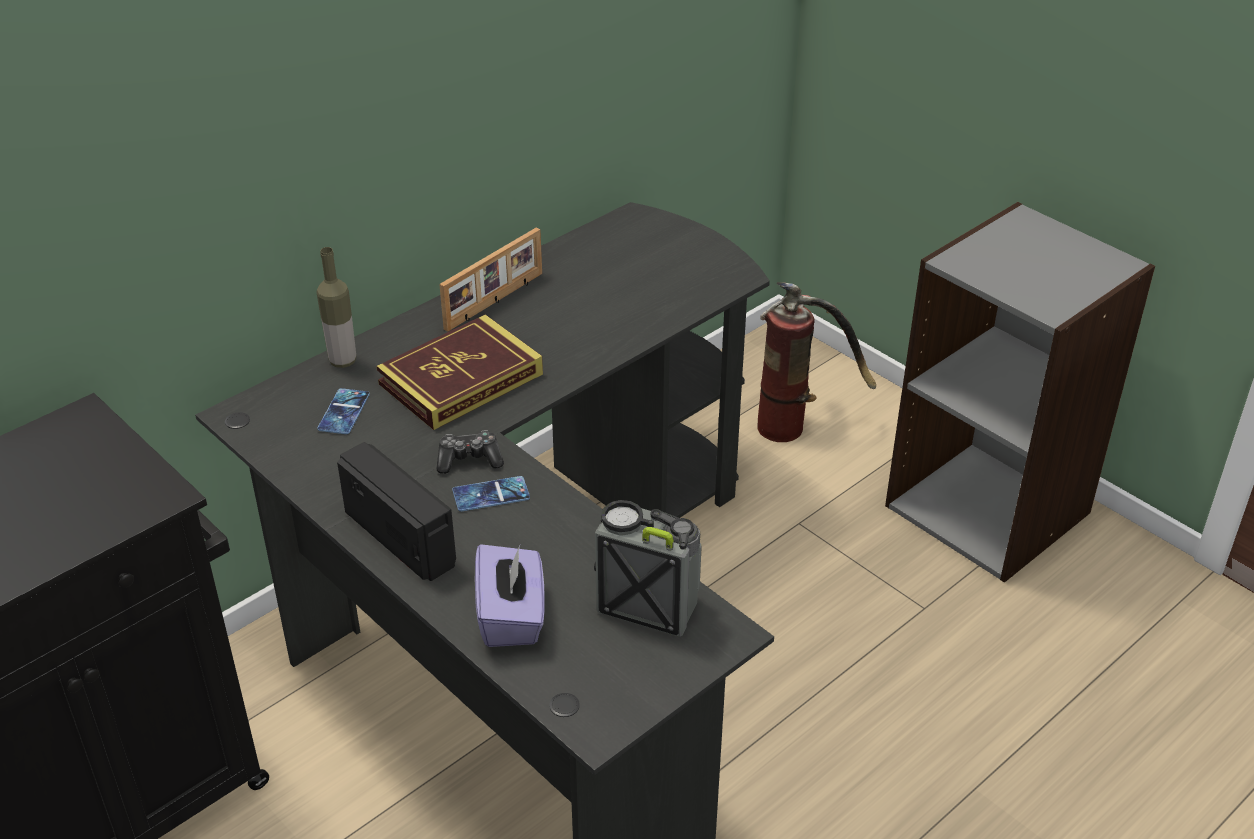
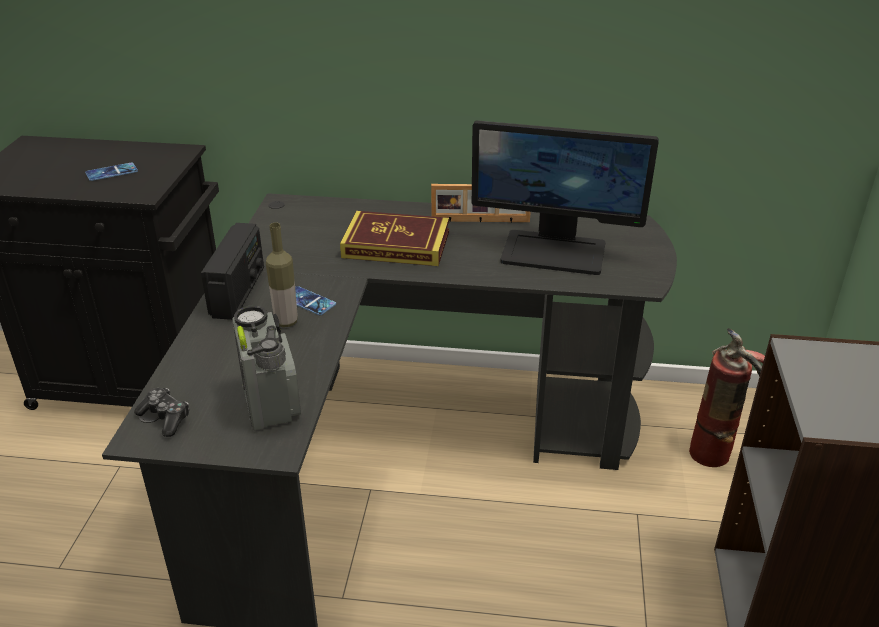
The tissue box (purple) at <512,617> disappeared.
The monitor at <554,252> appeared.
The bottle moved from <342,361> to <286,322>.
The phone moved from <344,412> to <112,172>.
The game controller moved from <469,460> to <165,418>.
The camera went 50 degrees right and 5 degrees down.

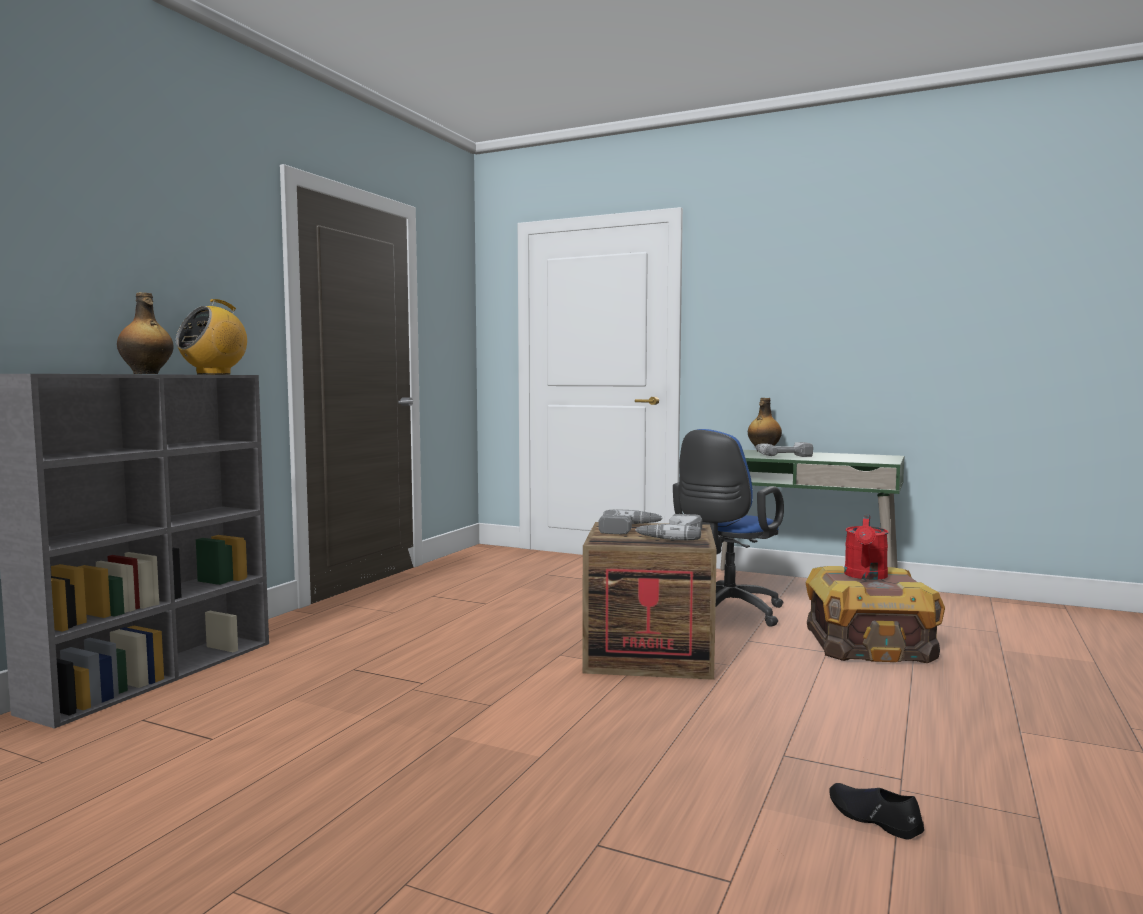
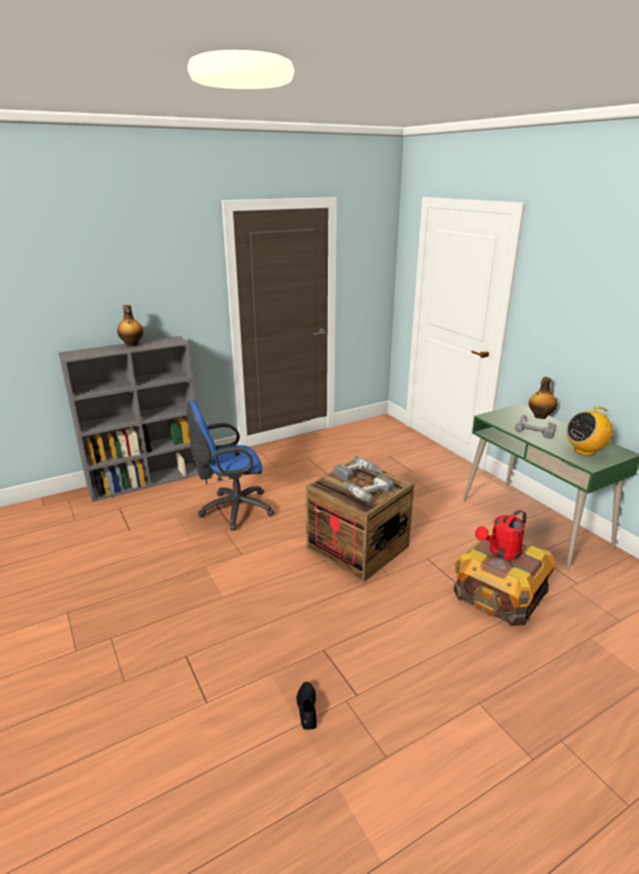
The radio moved from <214,374> to <584,451>.
The office chair (blue) moved from <725,613> to <233,510>.
The camera went 35 degrees right and 20 degrees up.

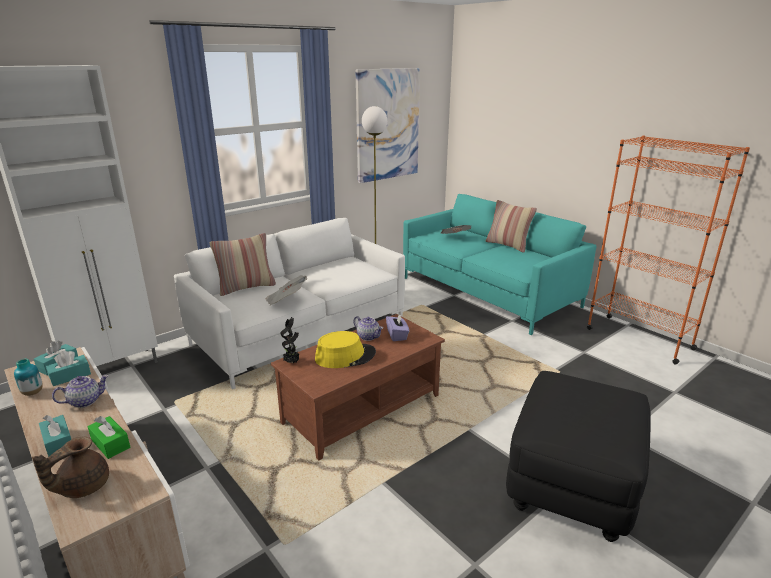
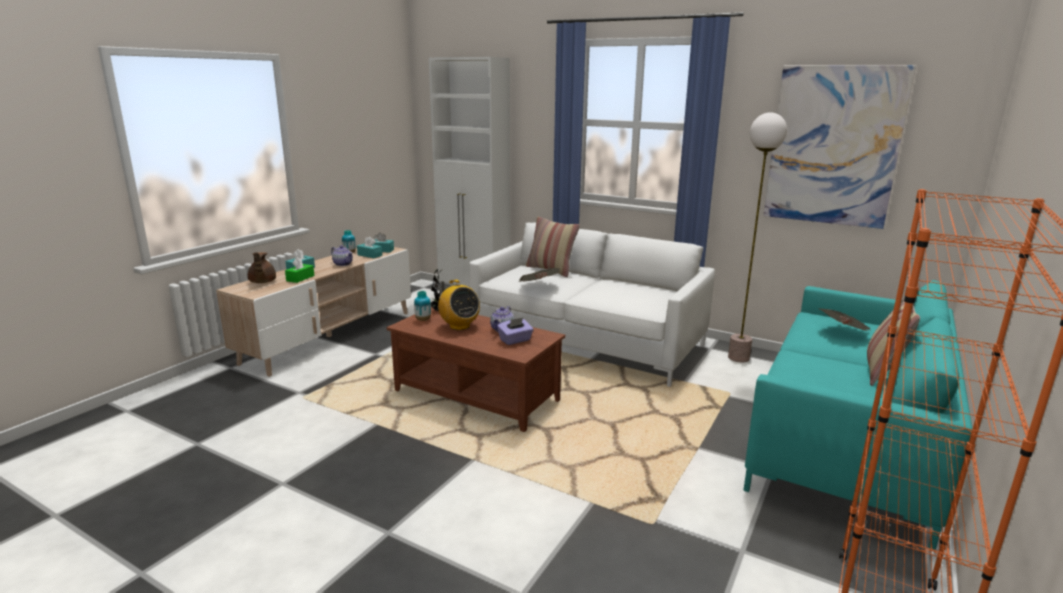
The ottoman (black) at <572,484> disappeared.
The vase at <423,320> appeared.
The hat (yellow) at <345,356> was replaced by the radio at <459,326>.
The teapot (brown) at <82,486> turned 120 degrees counterclockwise.
The camera went 70 degrees right and 5 degrees down.

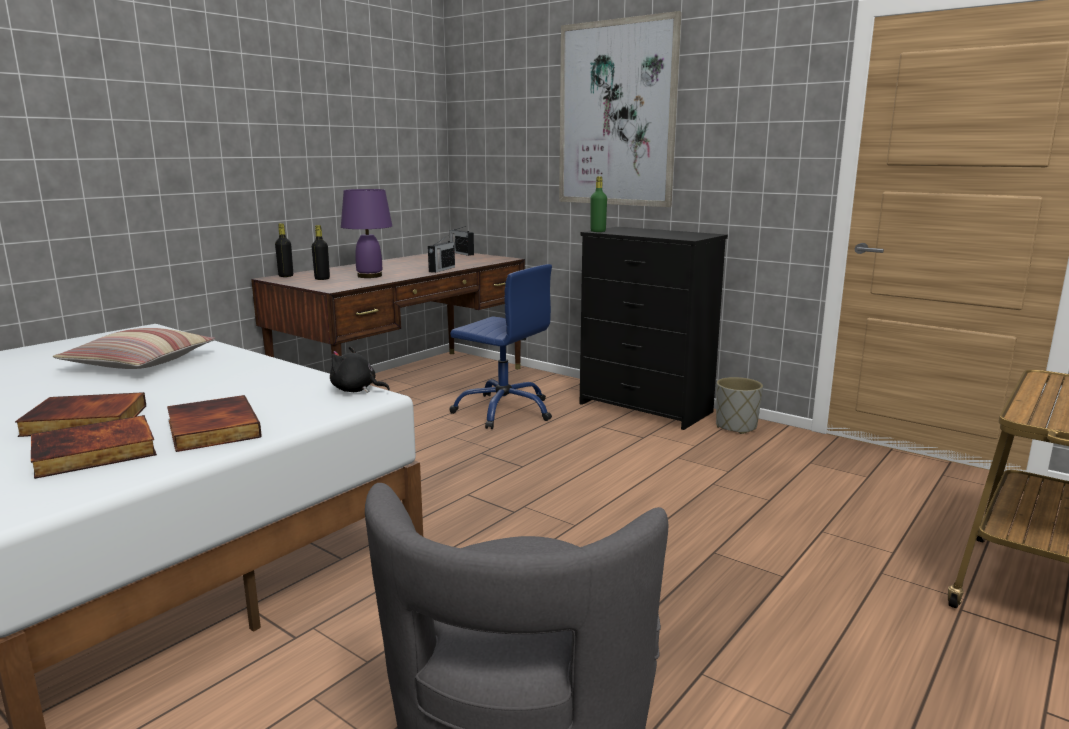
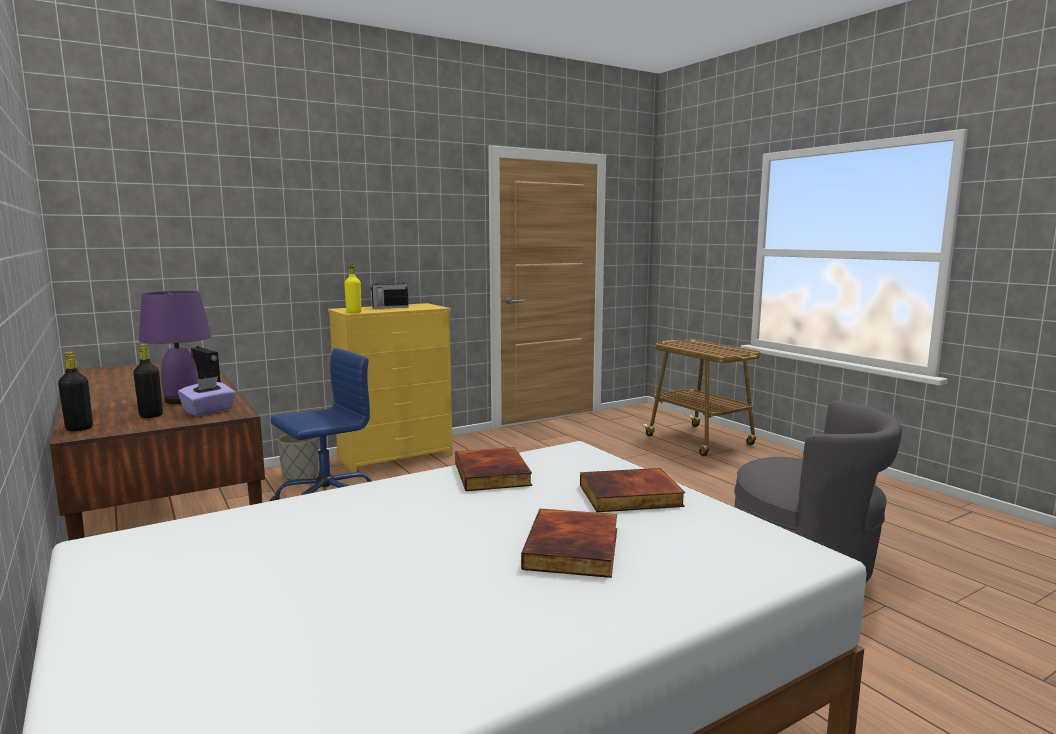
The pillow at <140,363> disappeared.
The plush toy (black) at <356,390> disappeared.
The picture at <616,114> disappeared.
The tissue box (purple) at <209,411> appeared.
The book moved from <94,453> to <494,474>.
The radio moved from <461,253> to <389,307>.
The planter (grey) moved from <736,427> to <300,475>.
The dresser (black) at <646,408> became the dresser (yellow) at <396,457>.
The bottle (green) at <598,231> became the bottle (yellow) at <354,312>.
The camera went 70 degrees left and 5 degrees down.

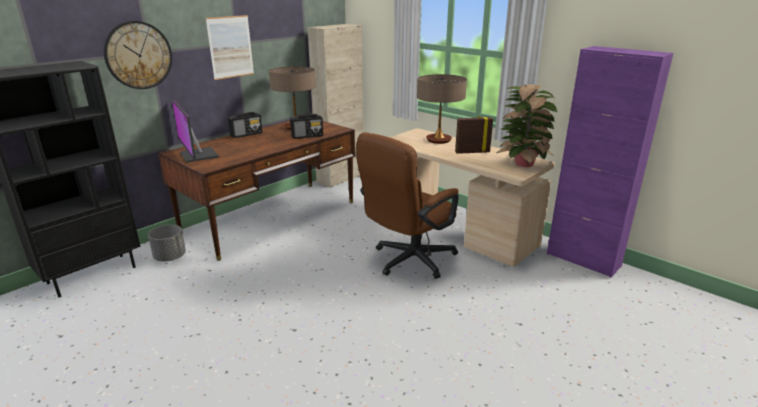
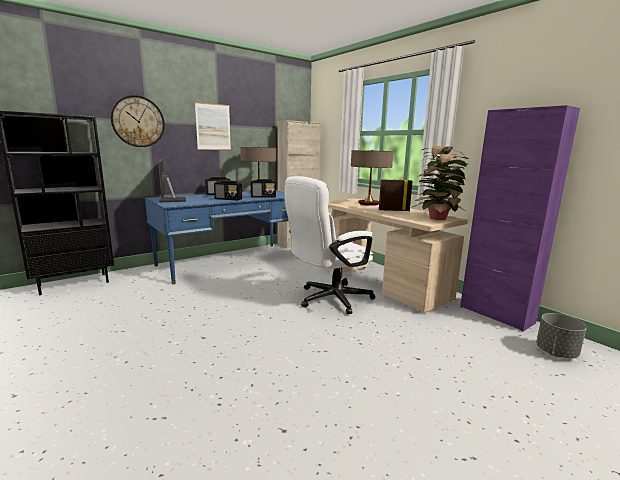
The radio at <228,199> appeared.
The planter (grey) moved from <170,257> to <556,352>.
The desk (brown) at <271,217> became the desk (blue) at <230,261>.
The office chair (brown) at <408,261> became the office chair (white) at <328,300>.
The camera went 10 degrees right and 10 degrees down.

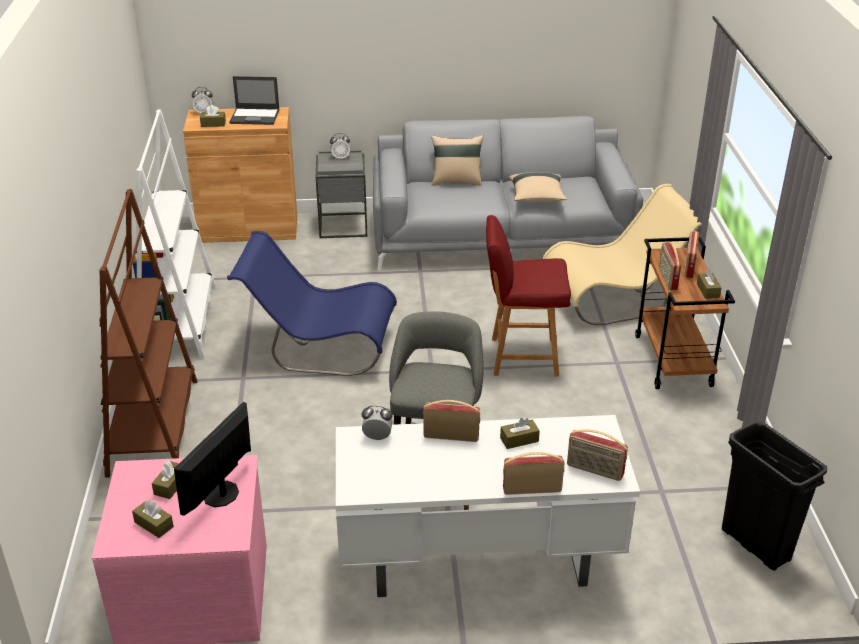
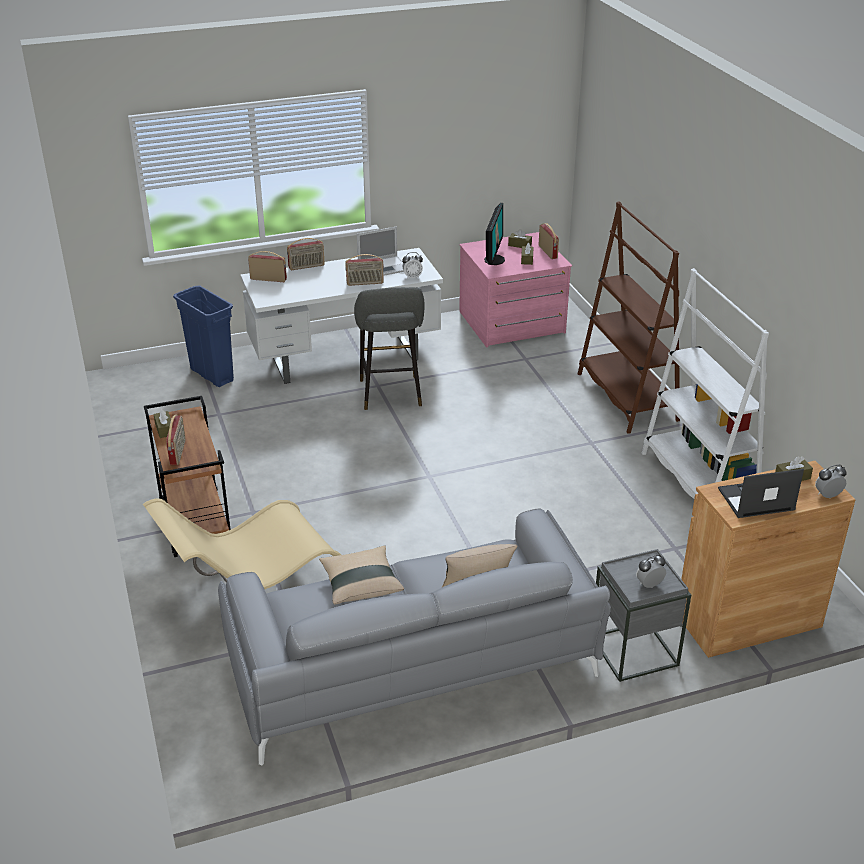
The chair (blue) at <319,347> disappeared.
The chair (red) at <522,356> disappeared.
The tissue box (brown) at <519,440> disappeared.
The trash can (black) at <755,544> disappeared.
The trash can (blue) at <212,375> appeared.
The laptop at <384,267> appeared.
The radio moved from <667,279> to <548,252>.
The camera went 165 degrees right and 0 degrees up.

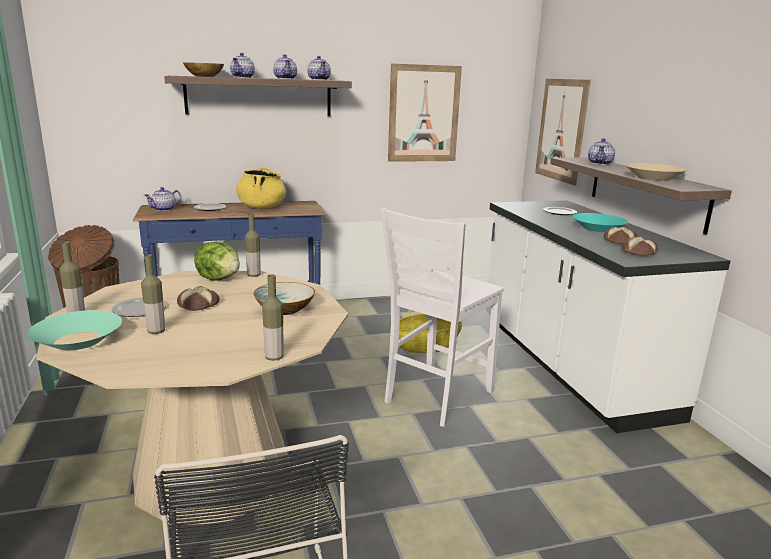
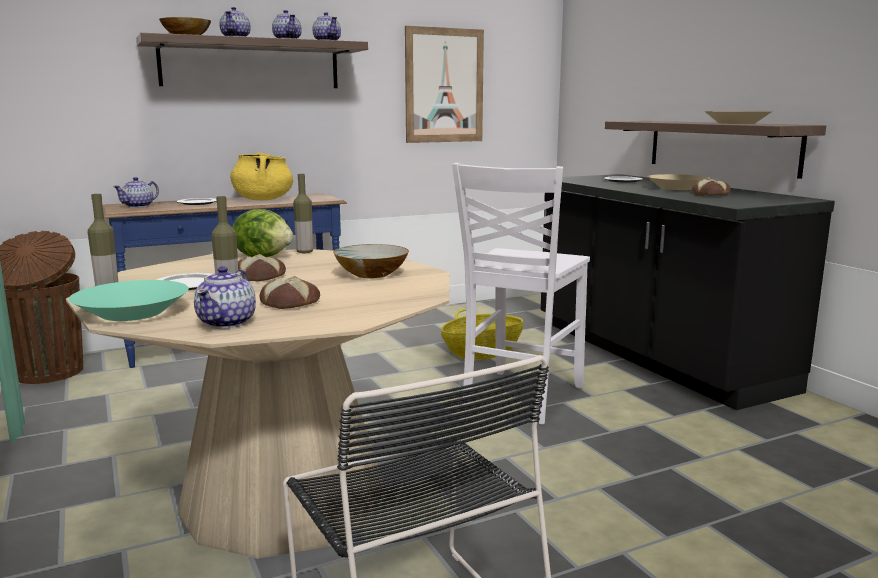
The bottle at <274,357> disappeared.
The picture at <561,130> disappeared.
The teapot moved from <600,163> to <227,322>.
The bread moved from <639,252> to <290,303>.
The counter (white) at <569,366> became the counter (black) at <653,356>.
The bowl (turquoise) at <598,228> became the bowl (beige) at <677,188>.
The camera went 10 degrees left and 5 degrees down.

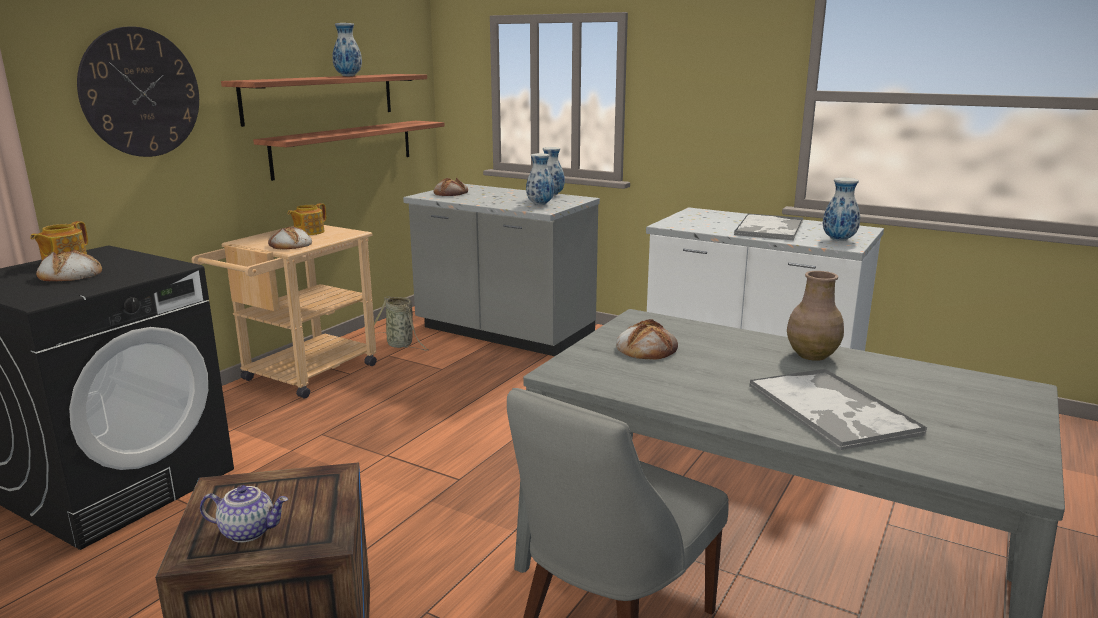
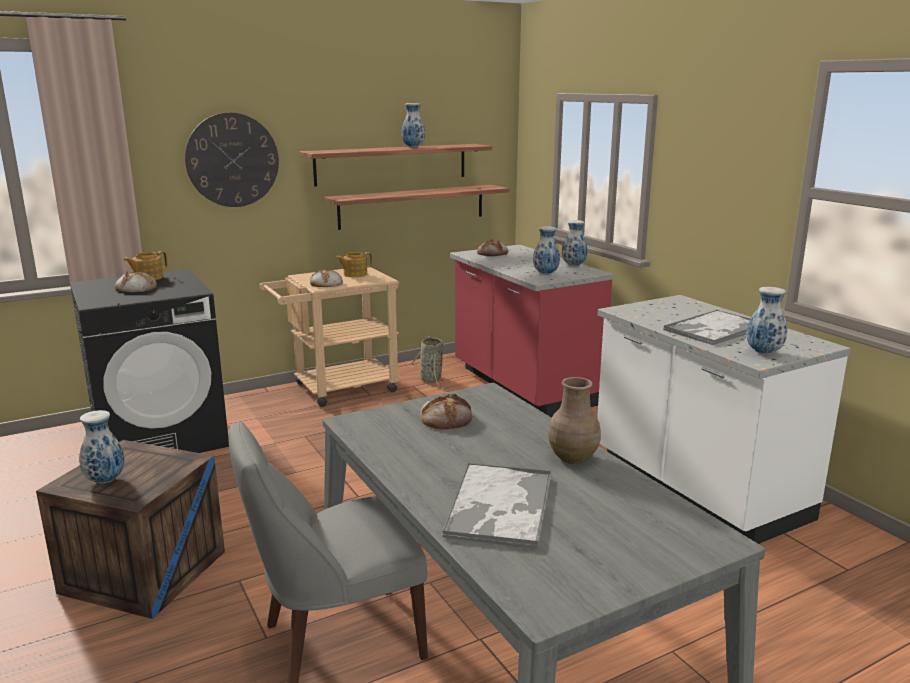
The teapot at <249,531> was replaced by the vase at <105,480>.
The counter (grey) at <503,333> became the counter (red) at <523,386>.
The camera went 30 degrees right and 0 degrees up.

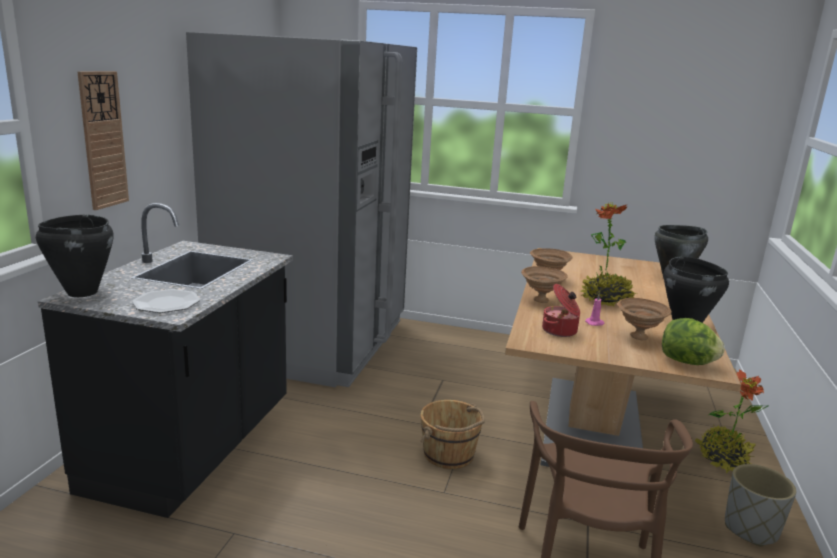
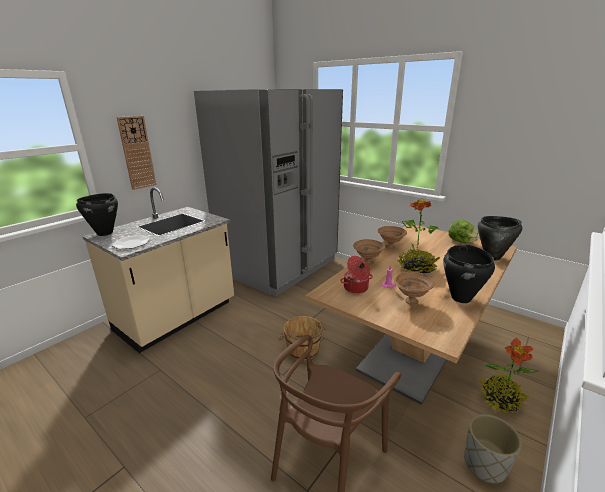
The lettuce moved from <687,362> to <461,242>.
The counter (black) at <193,448> became the counter (beige) at <177,317>.
The camera went 25 degrees right and 5 degrees up.

